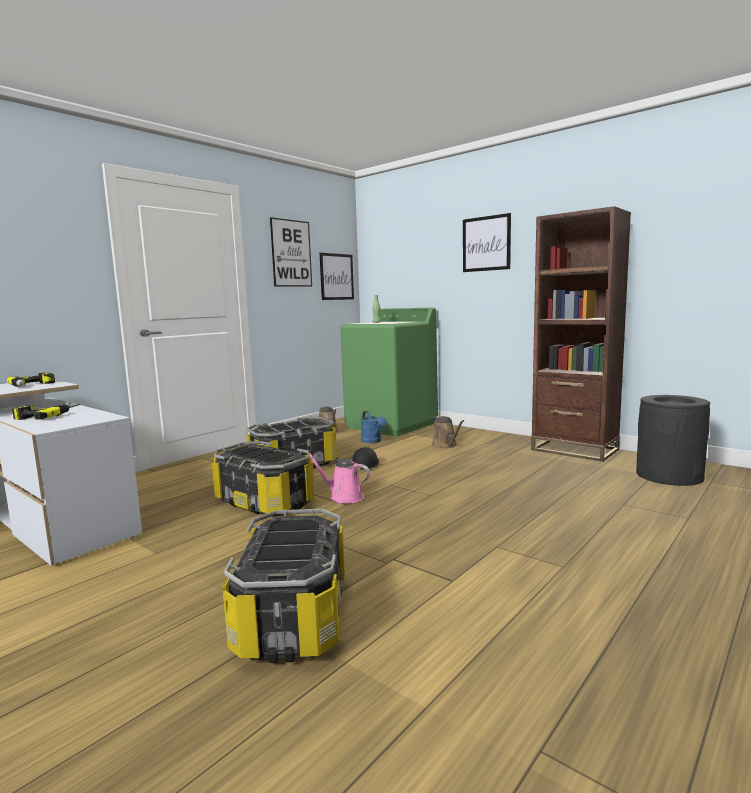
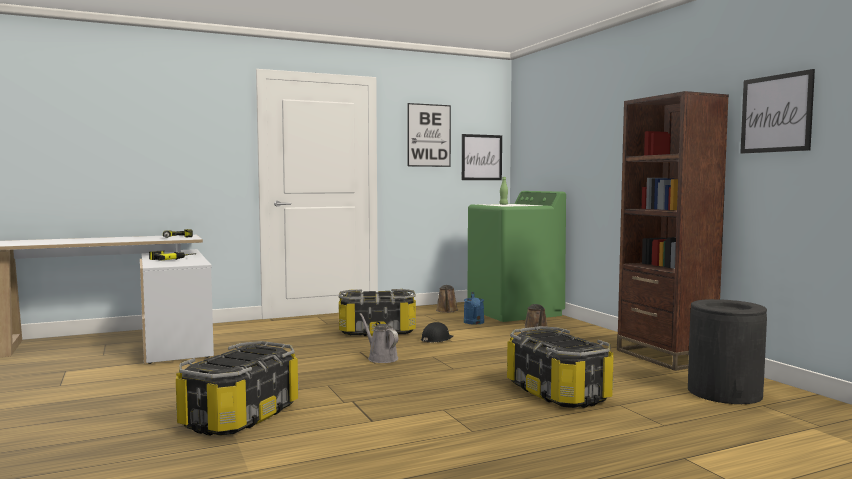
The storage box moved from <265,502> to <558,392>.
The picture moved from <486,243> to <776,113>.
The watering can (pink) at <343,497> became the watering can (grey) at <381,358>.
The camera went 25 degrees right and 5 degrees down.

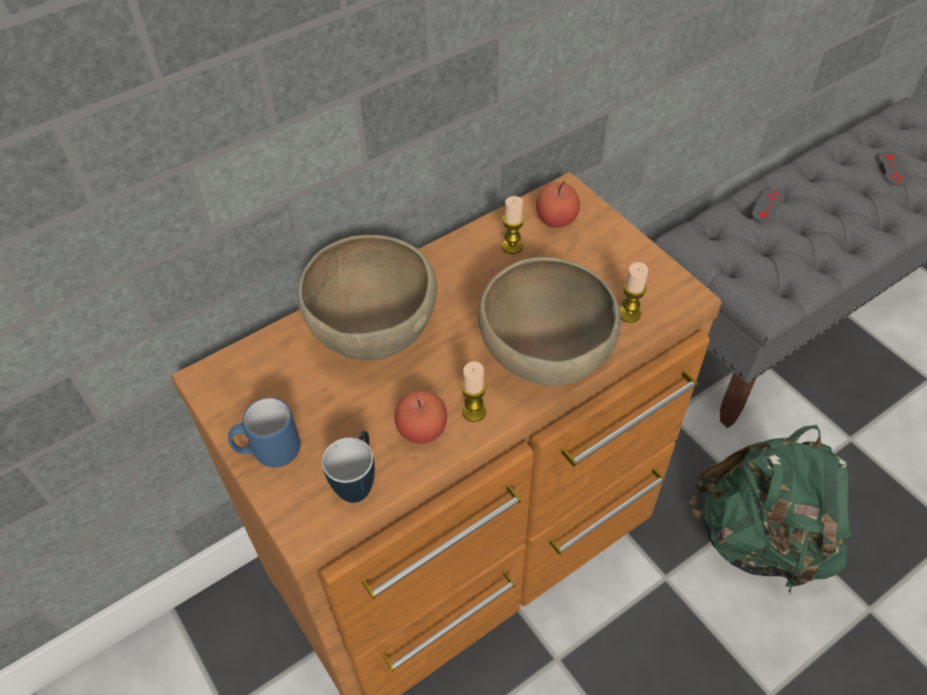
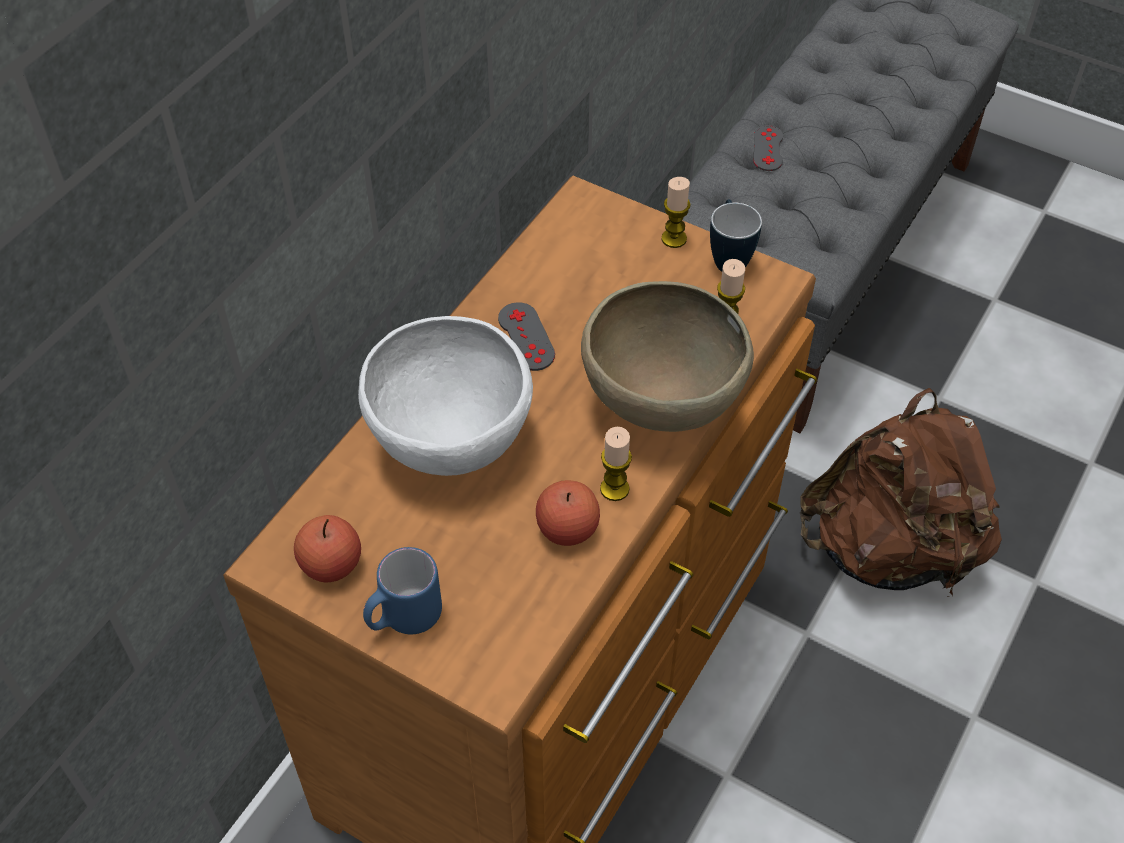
The mug moved from <358,482> to <728,258>.
The candle moved from <512,246> to <674,239>.
The apple moved from <556,219> to <331,564>.
The game controller (grey) moved from <892,168> to <526,337>.
The bowl (brown) at <373,335> became the bowl (white) at <450,442>.
The backpack (green) at <759,539> became the backpack (brown) at <890,549>.
The camera went 25 degrees left and 0 degrees up.

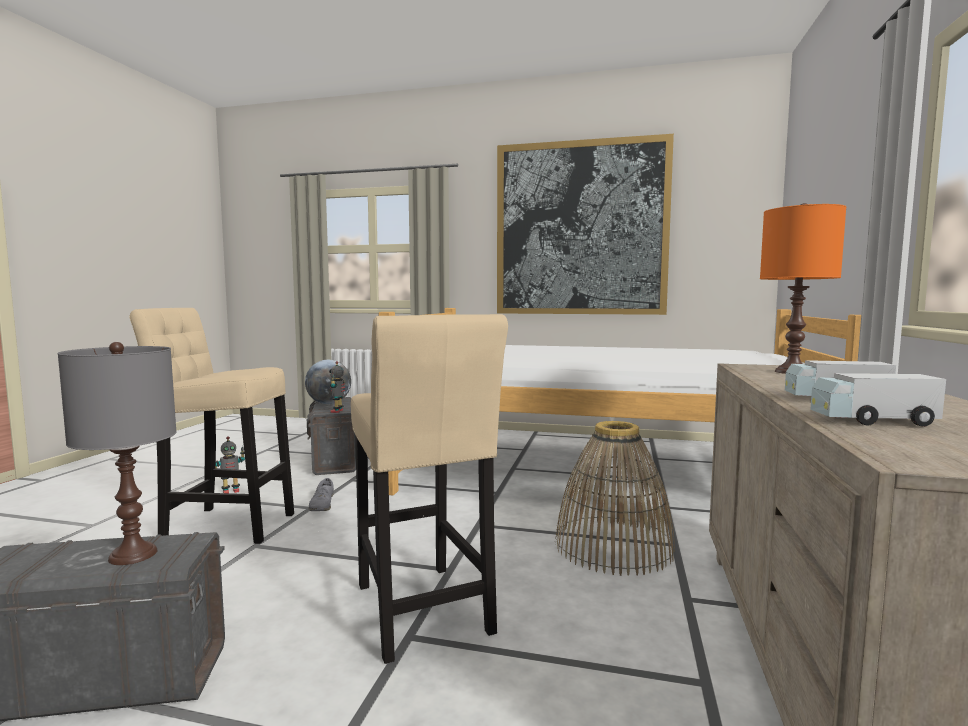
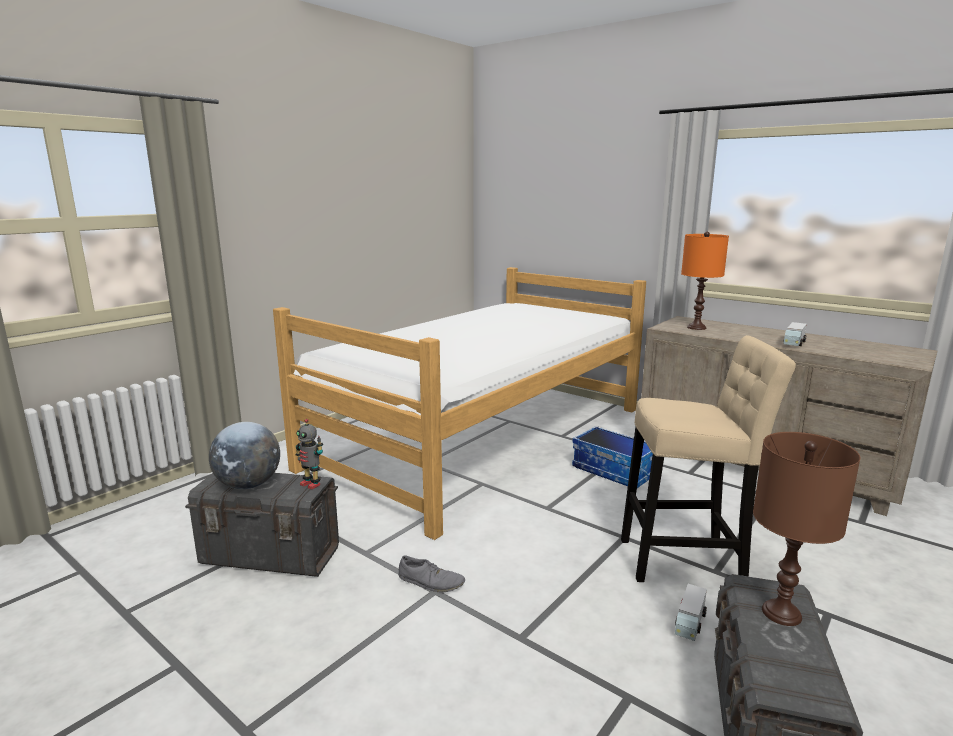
The stool (beige) at <224,525> disappeared.
The toy robot at <231,491> disappeared.
The picture at <580,229> disappeared.
The toy truck moved from <872,421> to <689,623>.
The basket at <613,546> was replaced by the storage box at <615,471>.
The table lamp (grey) at <133,555> became the table lamp (brown) at <782,613>.
The camera went 65 degrees left and 10 degrees up.

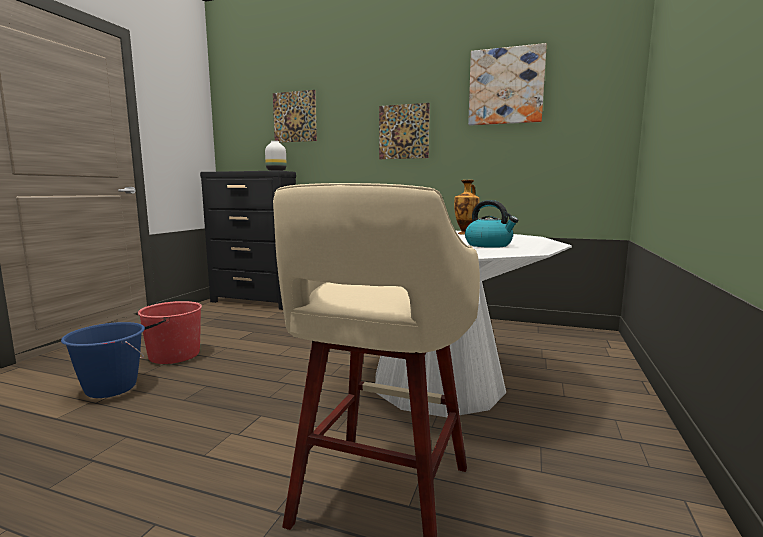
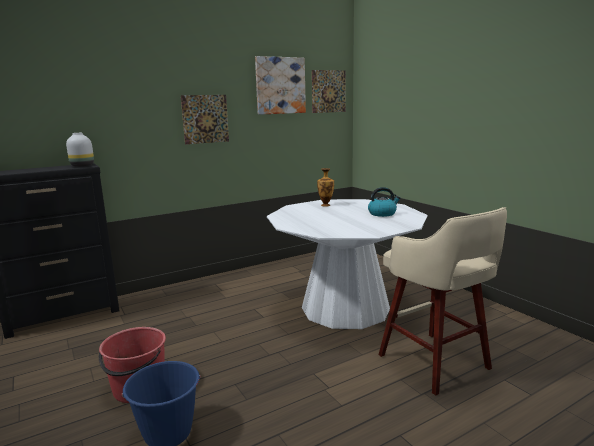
The picture moved from <294,117> to <328,91>.
The camera went 50 degrees left and 5 degrees up.

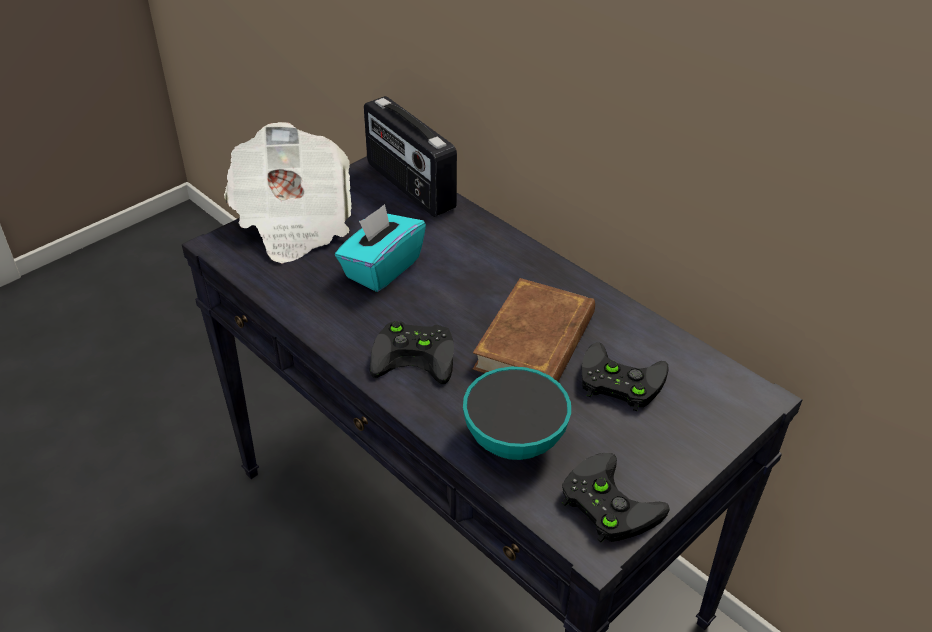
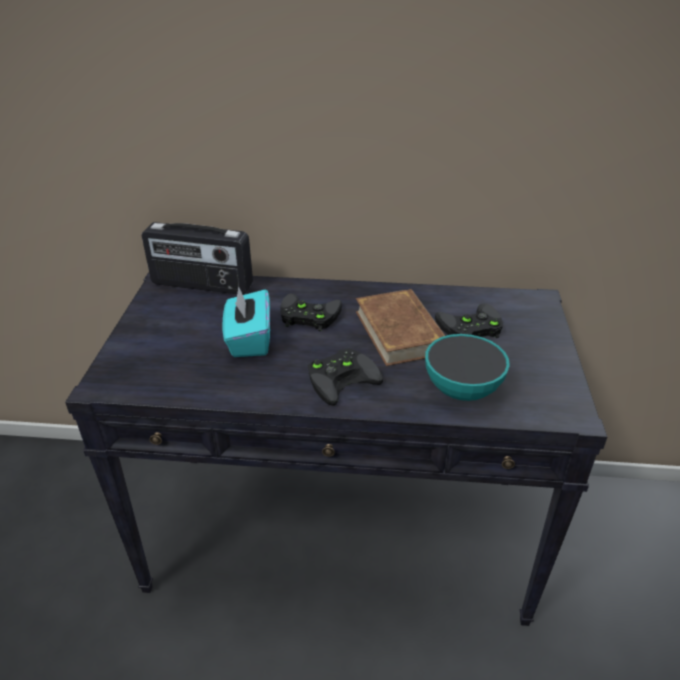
The newspaper at <293,222> disappeared.
The game controller (black) moved from <605,503> to <307,316>.
The camera went 40 degrees left and 5 degrees down.

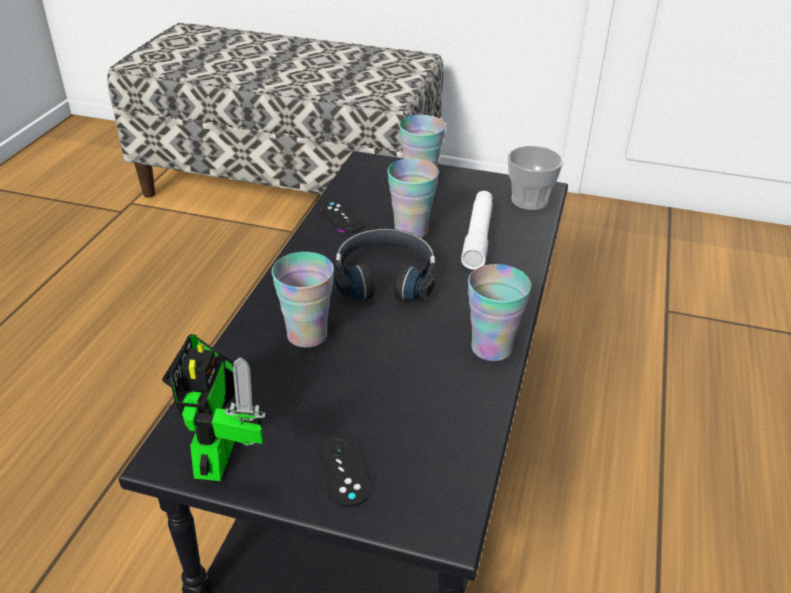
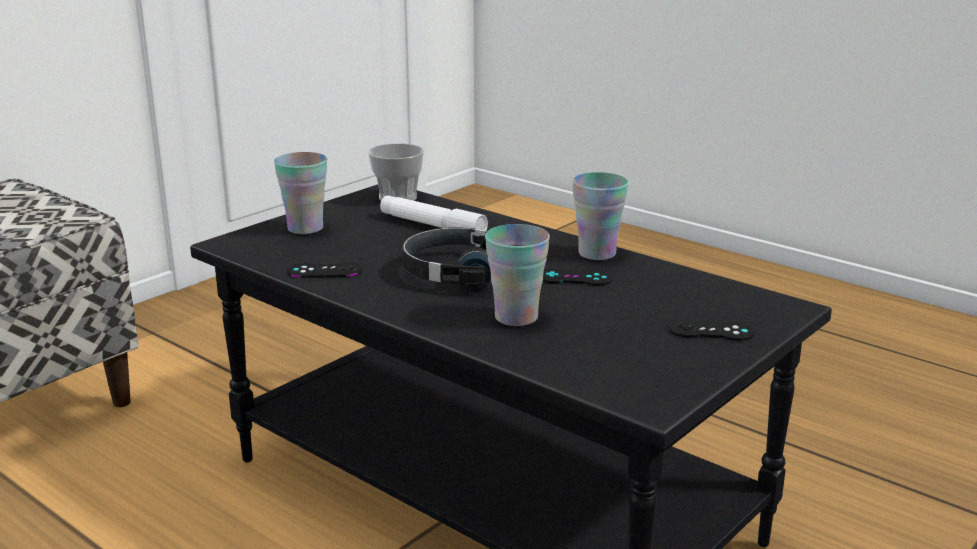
The toy robot at <218,450> disappeared.
The cup at <411,231> disappeared.
The game controller (black) at <574,278> appeared.
The camera went 65 degrees left and 15 degrees down.

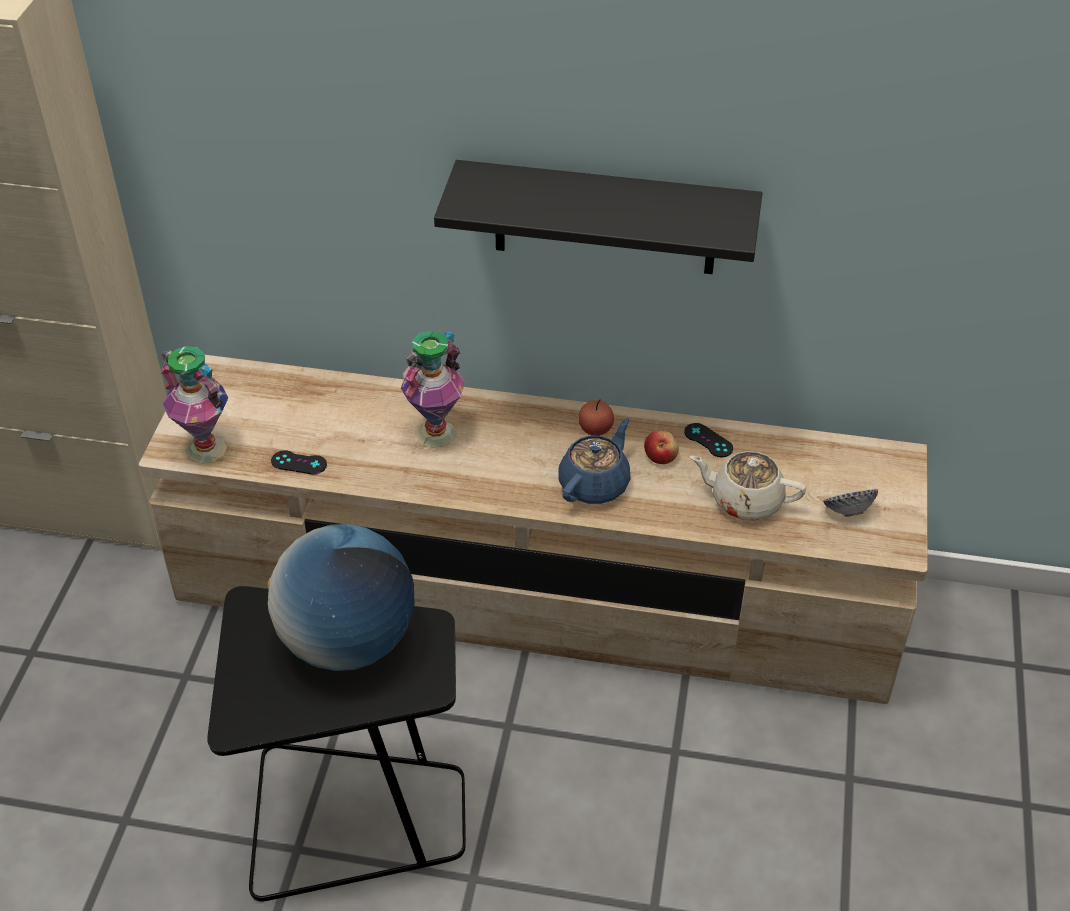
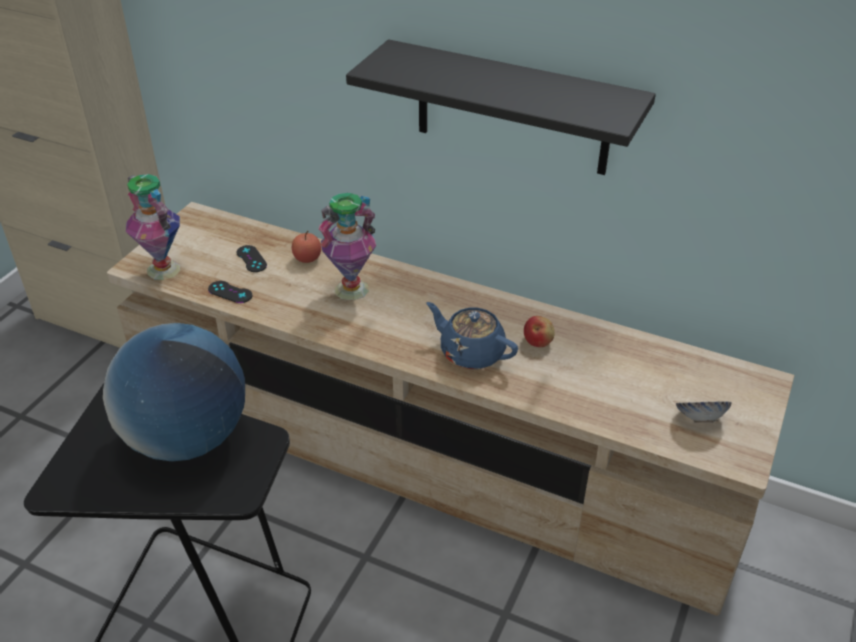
The teapot (beige) at <745,500> disappeared.
The apple moved from <595,429> to <307,258>.
The game controller (black) moved from <708,440> to <251,259>.
The teapot (blue) at <595,484> turned 105 degrees counterclockwise.
The camera went 15 degrees right and 5 degrees down.

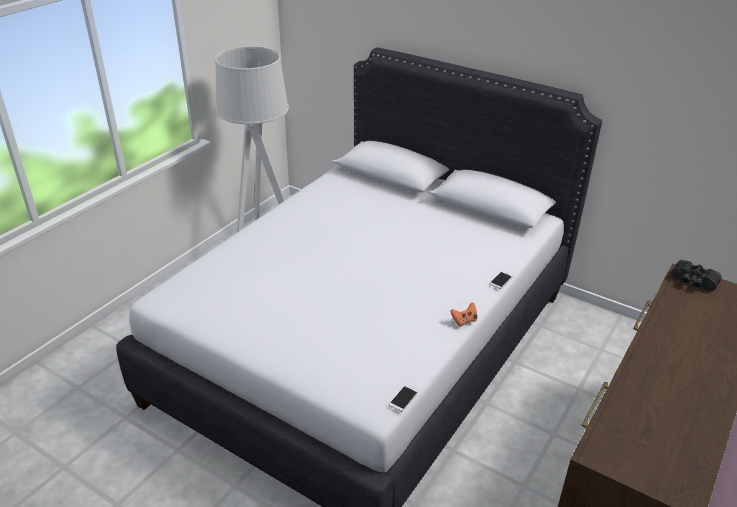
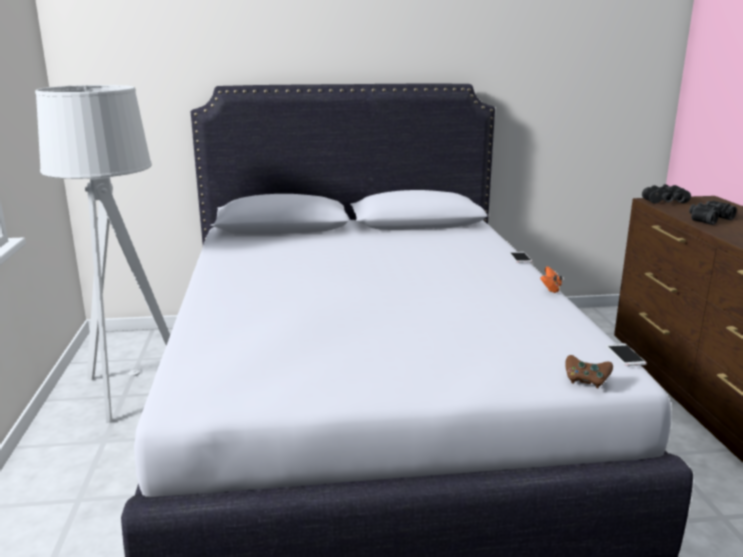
The game controller (brown) at <586,381> appeared.
The binoculars (black) at <708,219> appeared.
The camera went 40 degrees left and 15 degrees down.

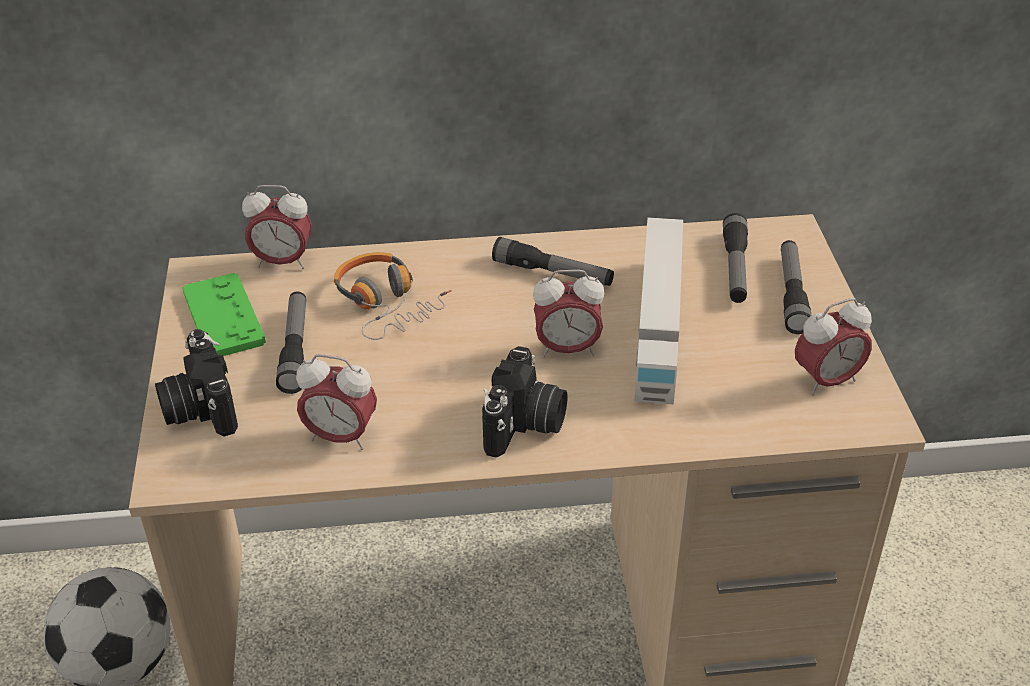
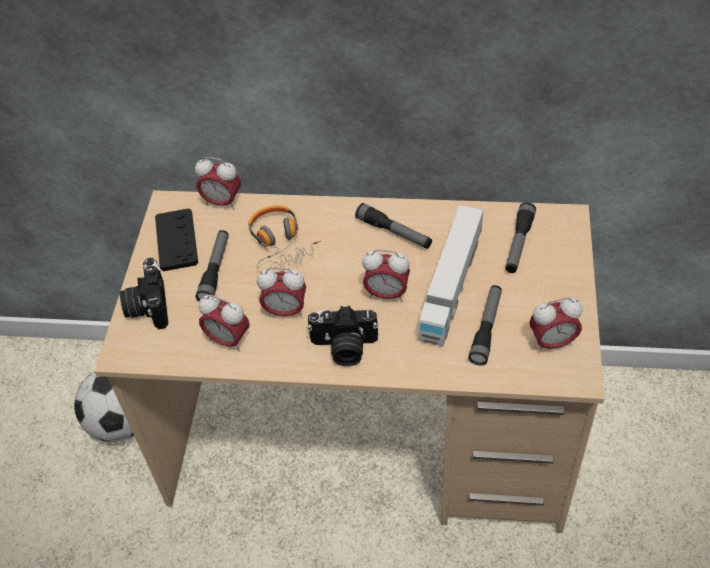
The alarm clock at <285,311> appeared.
The flashlight moved from <791,294> to <486,328>.
The game controller (green) at <223,317> became the game controller (black) at <176,241>.
The photo camera at <525,425> turned 60 degrees clockwise.
The camera went 15 degrees right and 10 degrees up.

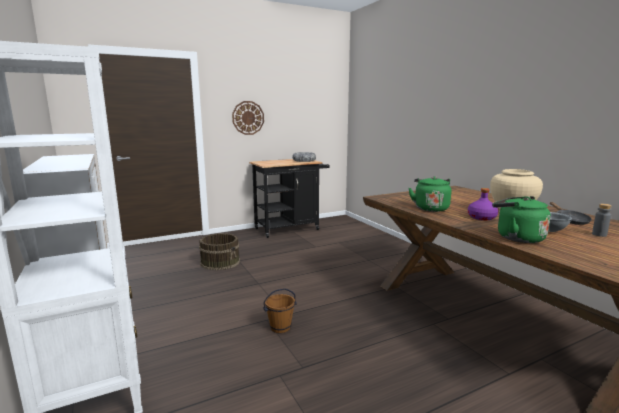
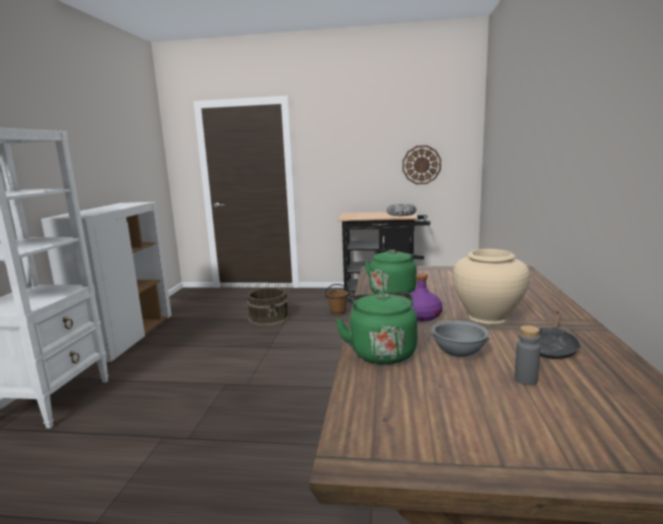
The wall clock moved from <248,118> to <421,165>.
The bucket (brown) moved from <280,327> to <338,313>.
The camera went 35 degrees right and 0 degrees up.

